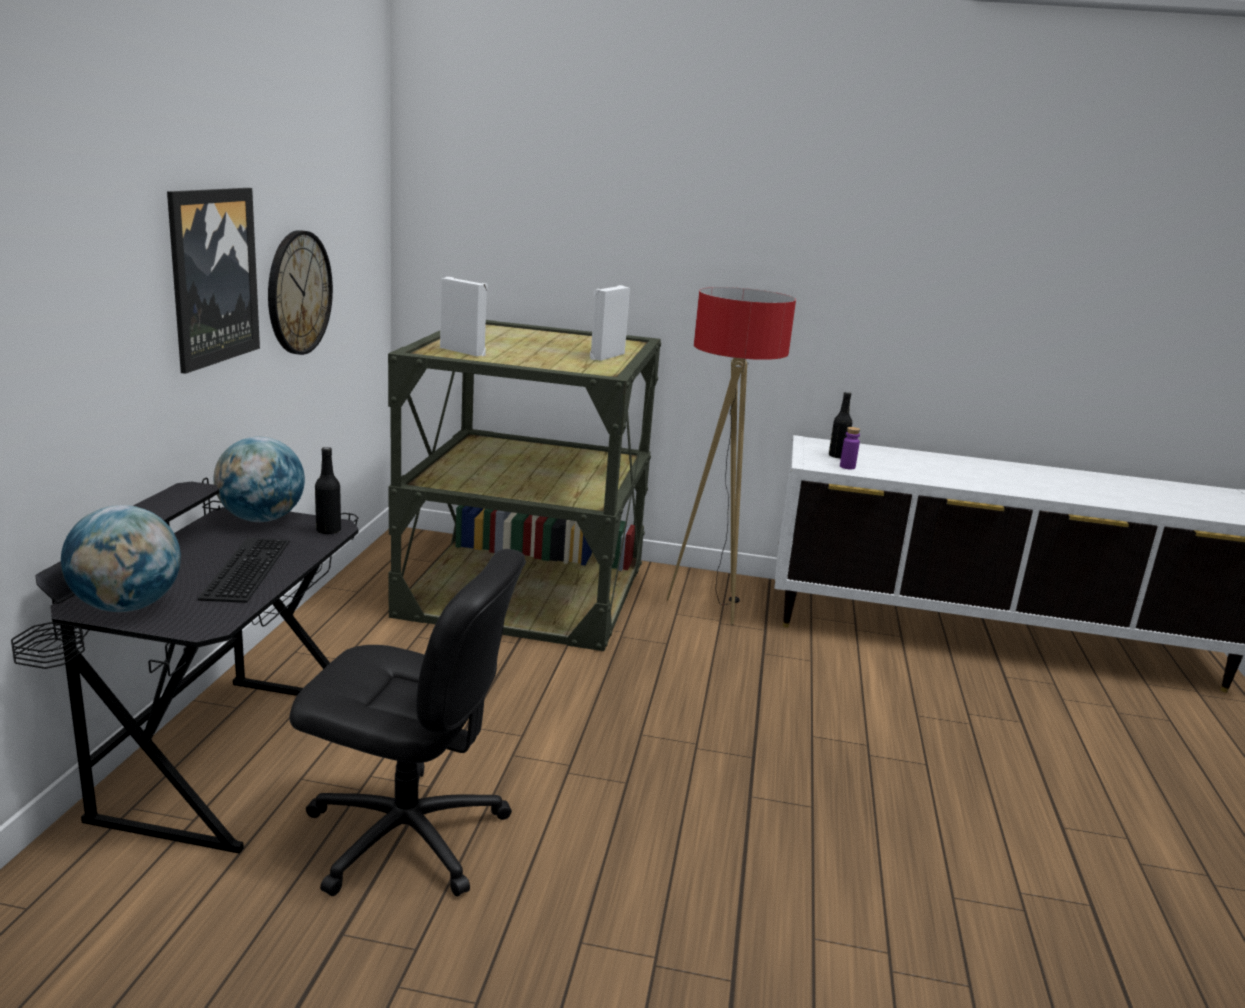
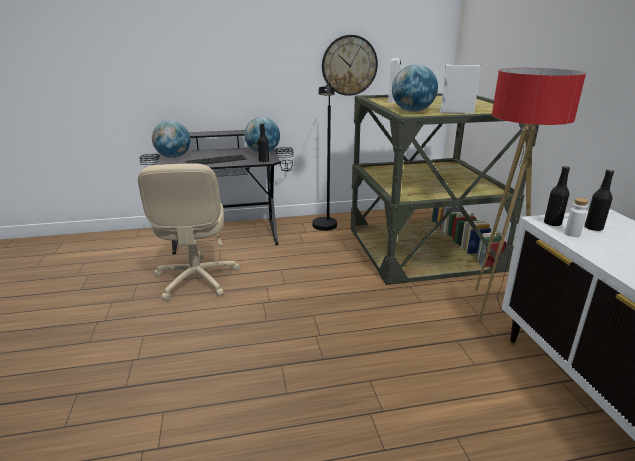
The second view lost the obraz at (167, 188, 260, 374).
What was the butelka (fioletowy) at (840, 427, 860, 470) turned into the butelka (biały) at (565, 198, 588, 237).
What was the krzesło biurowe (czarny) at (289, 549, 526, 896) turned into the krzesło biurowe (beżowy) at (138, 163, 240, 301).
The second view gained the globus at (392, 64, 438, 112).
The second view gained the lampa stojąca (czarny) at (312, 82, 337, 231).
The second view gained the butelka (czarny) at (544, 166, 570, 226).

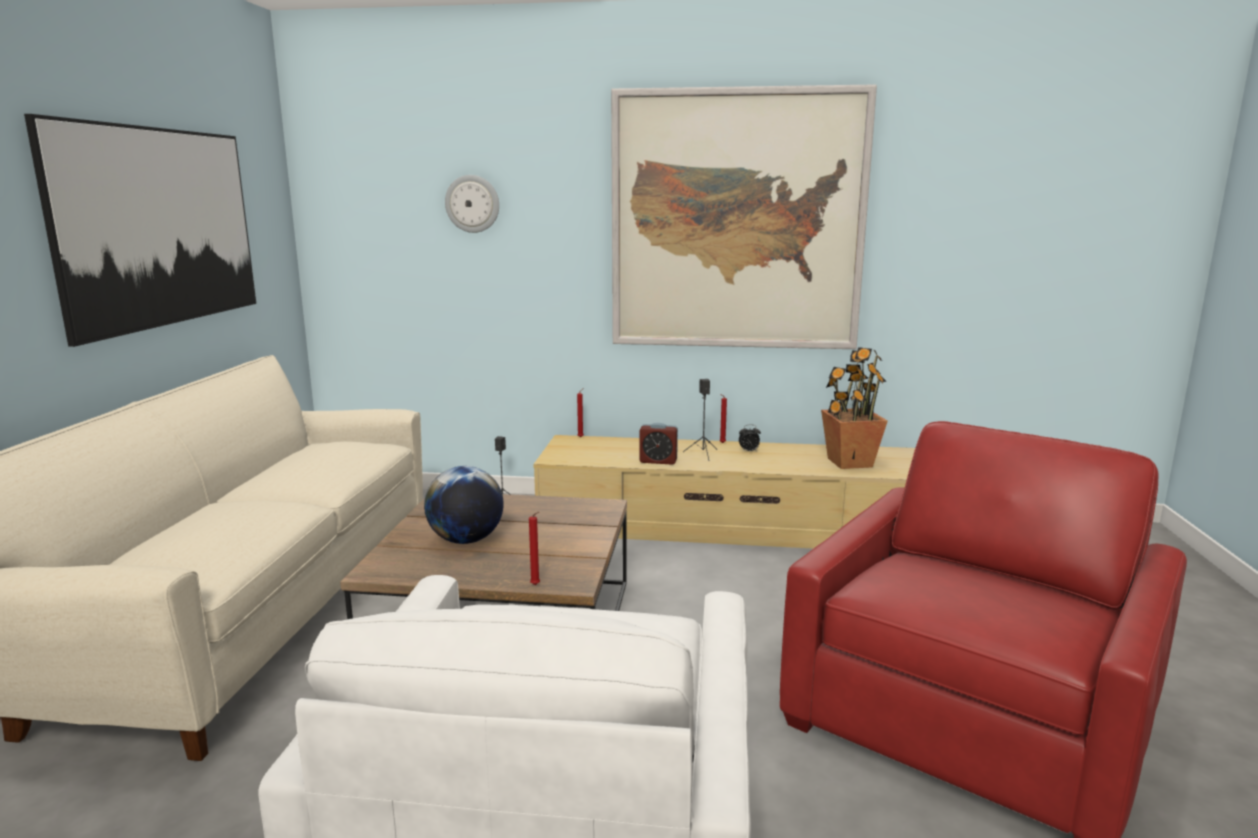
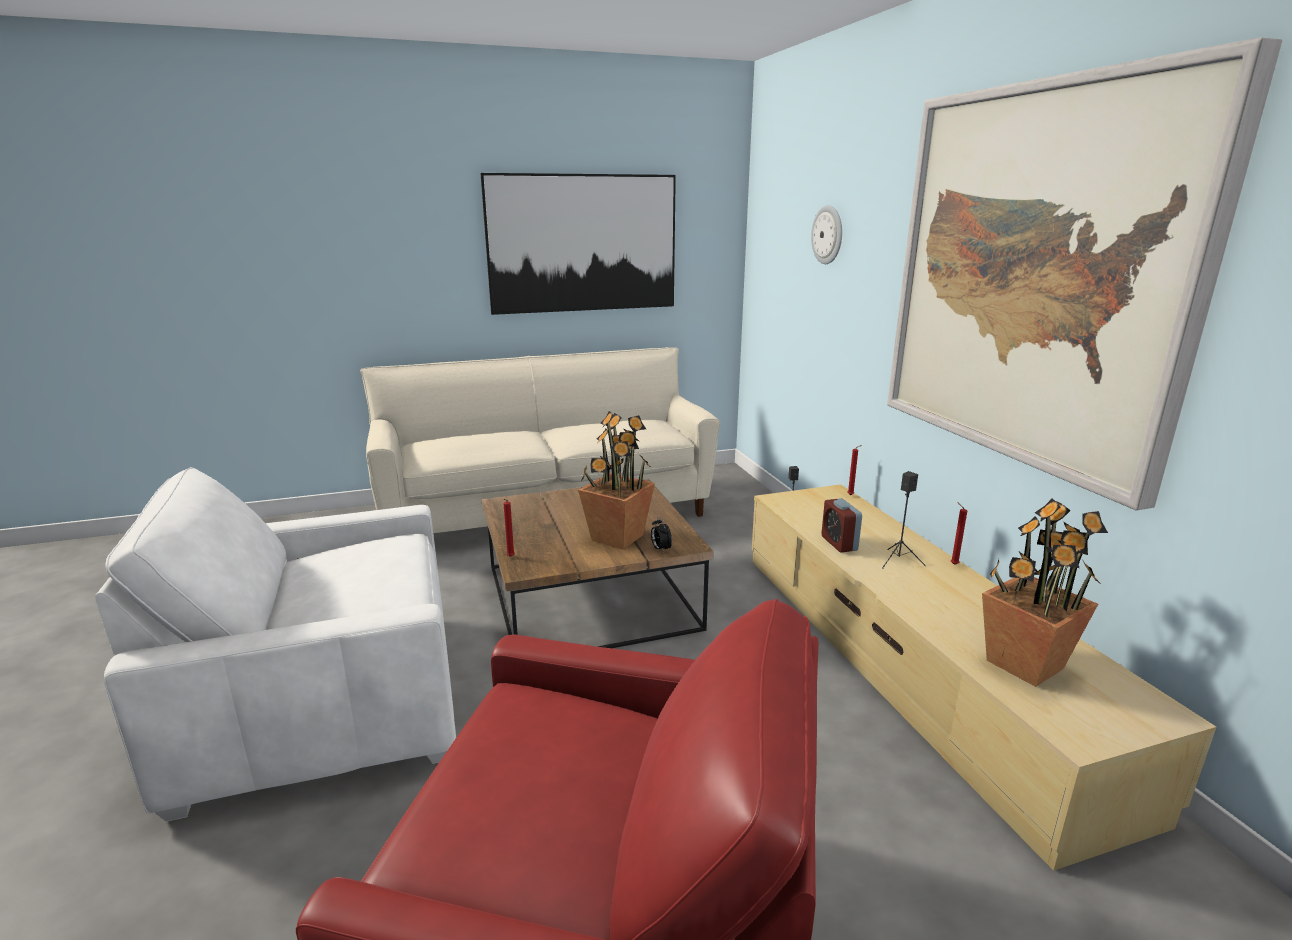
The budzik ended up elsewhere, having gone from (739, 425, 761, 452) to (651, 517, 672, 553).
The second view lost the globus at (424, 466, 503, 544).
The second view gained the roślina doniczkowa at (578, 411, 655, 550).

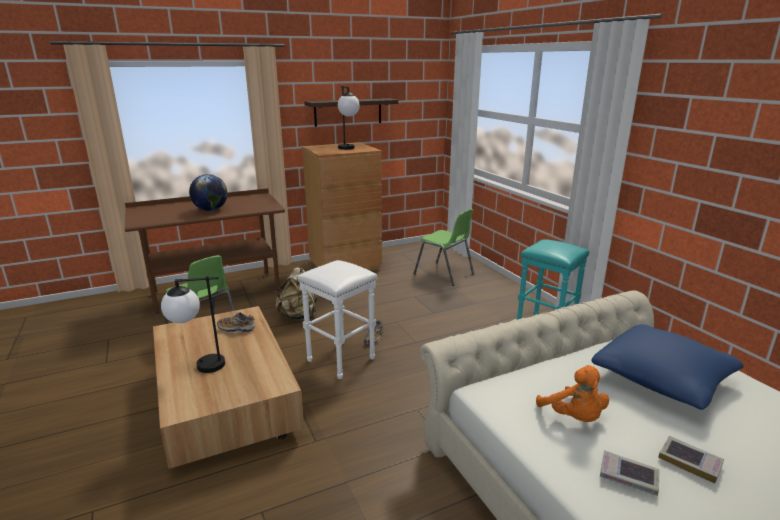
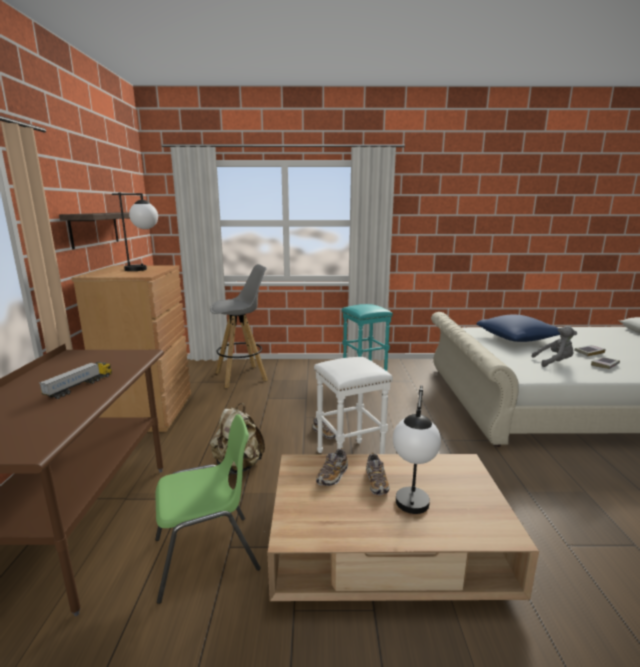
Where the globus stood at (189, 174, 228, 211), the ciężarówka zabawkowa came to stand at (39, 362, 112, 399).
Where the krzesło (zielony) stood at (414, 209, 474, 286), the stołek (szary) came to stand at (210, 264, 268, 388).
What was the pluszak (pomarańczowy) at (536, 365, 609, 422) turned into the pluszak (szary) at (532, 326, 577, 367).
The second view gained the but at (366, 453, 390, 495).

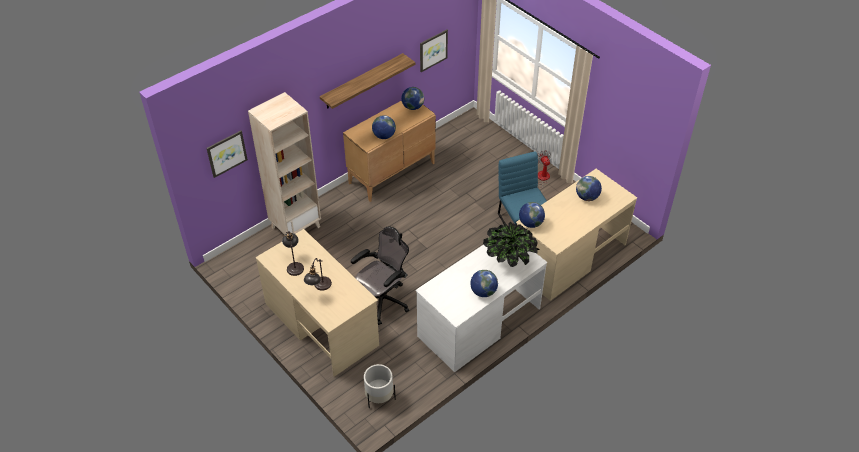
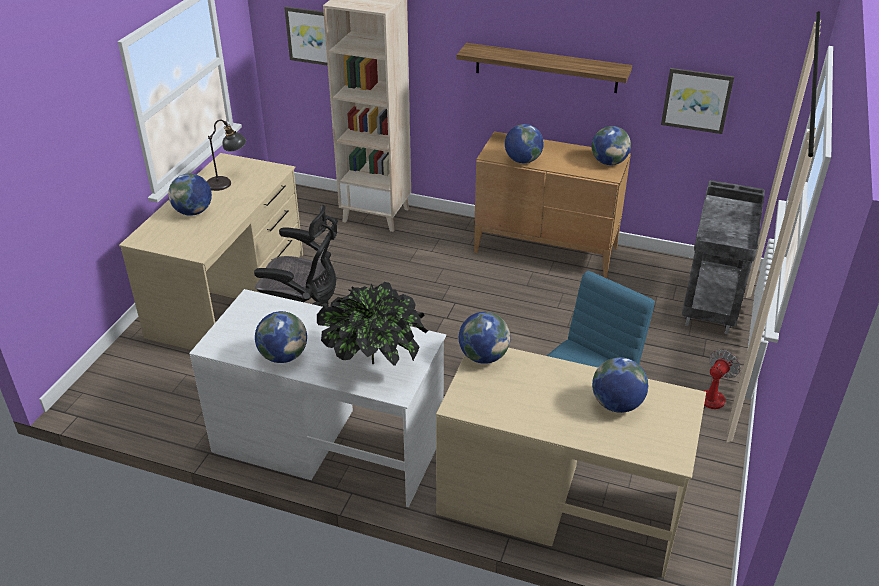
Where the lampa stołowa (szary) stood at (304, 258, 332, 291), the globus came to stand at (168, 174, 212, 216).
The second view lost the donica (biały) at (364, 364, 396, 408).
The second view gained the wózek (szary) at (682, 180, 765, 334).

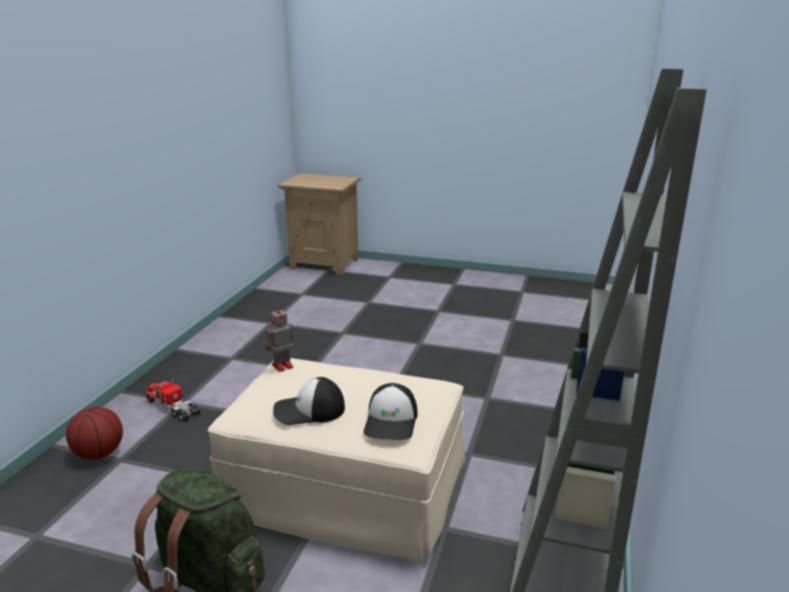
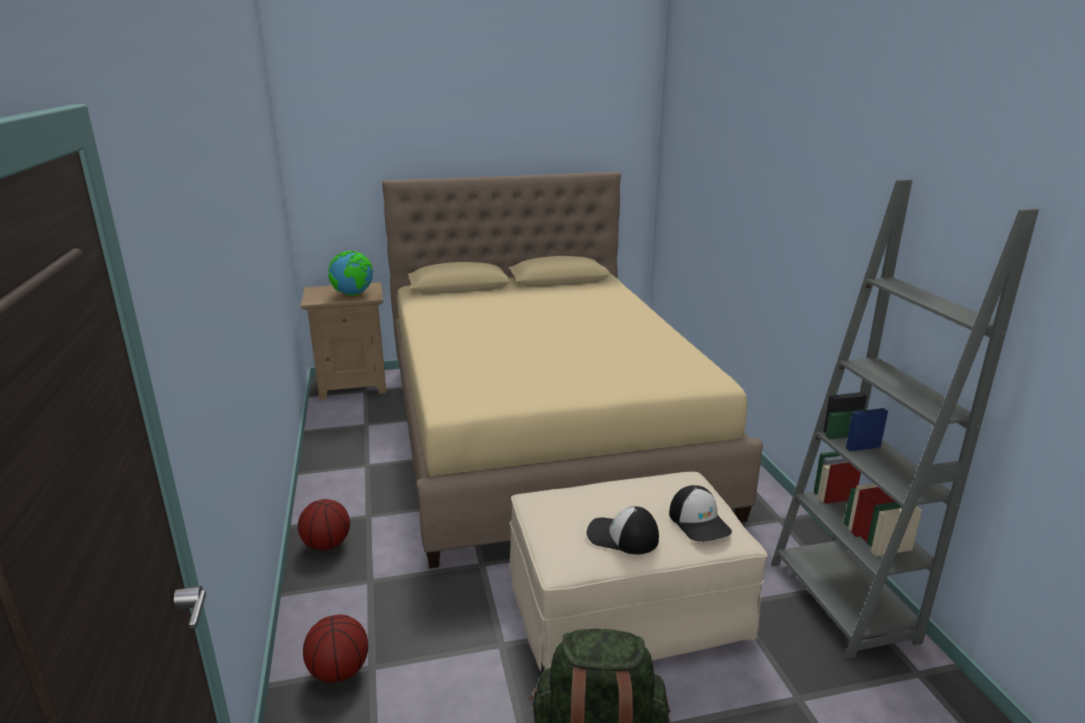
The second view lost the robot zabawkowy at (265, 305, 293, 372).
The czapka z daszkiem at (273, 377, 345, 425) ended up facing another way, 60 degrees clockwise from before.
The second view lost the ciężarówka zabawkowa at (145, 378, 201, 422).
The second view gained the łóżko (beżowy) at (382, 172, 763, 568).
The second view gained the globus at (328, 251, 373, 296).
The second view gained the piłka do koszykówki at (298, 499, 350, 551).

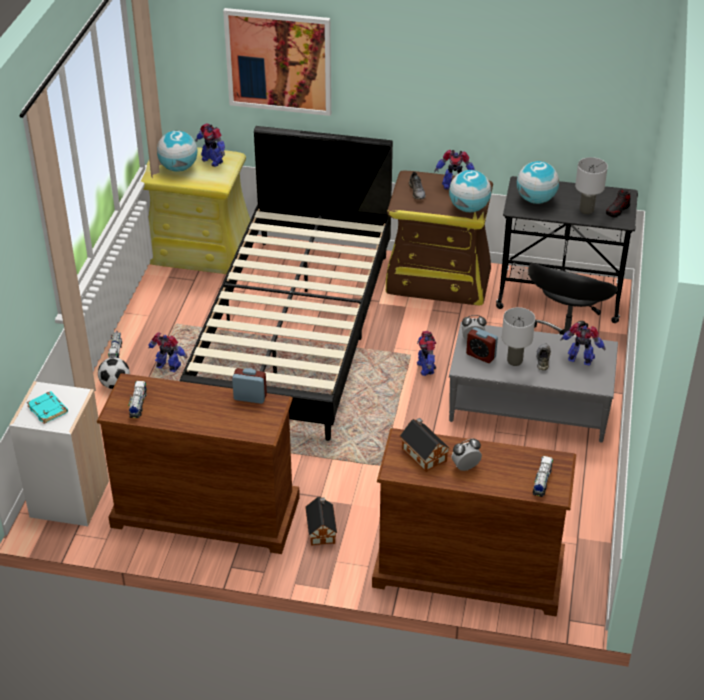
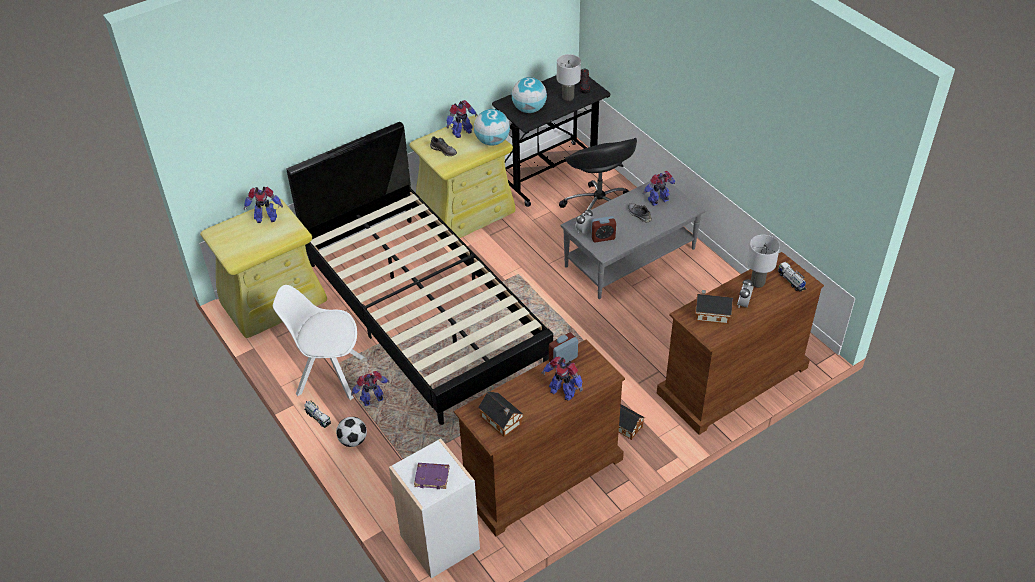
The second view lost the obraz at (223, 8, 331, 116).
The second view lost the globus at (157, 131, 198, 172).
What was the szafka nocna (brązowy) at (386, 171, 493, 305) turned into the szafka nocna (żółty) at (409, 115, 516, 240).
The lampa stołowa (biały) ended up elsewhere, having gone from (502, 307, 535, 366) to (747, 235, 780, 288).
The robot zabawkowy ended up elsewhere, having gone from (417, 331, 436, 376) to (541, 356, 583, 401).
Where the ciężarówka zabawkowa stood at (129, 381, 147, 418), the domek came to stand at (478, 392, 524, 437).
What was the książka (turkusowy) at (27, 391, 68, 424) turned into the książka (fioletowy) at (414, 463, 449, 489).
The second view gained the krzesło (biały) at (273, 285, 365, 400).

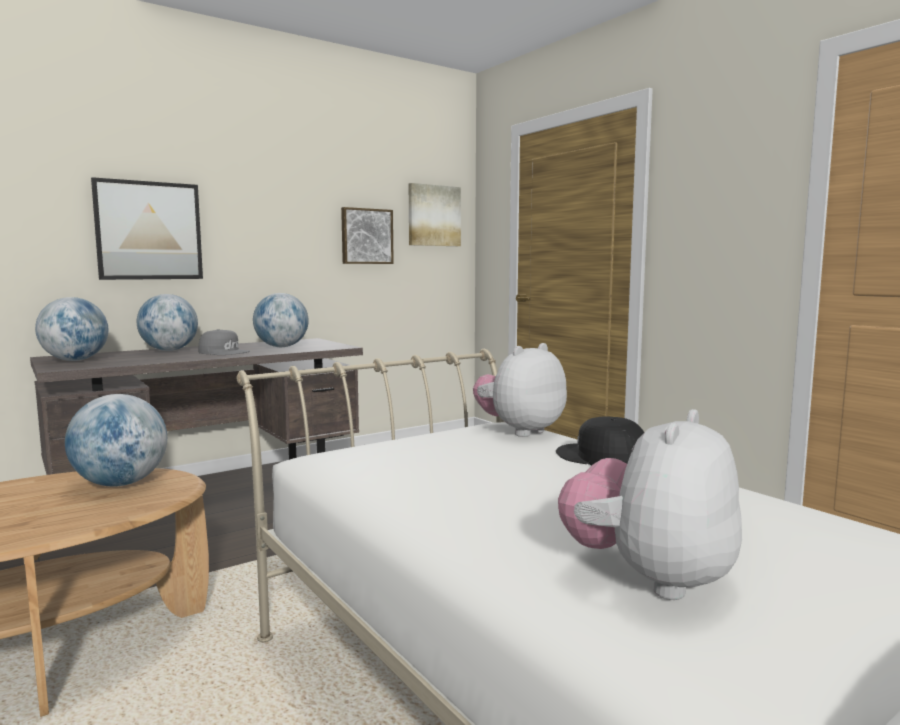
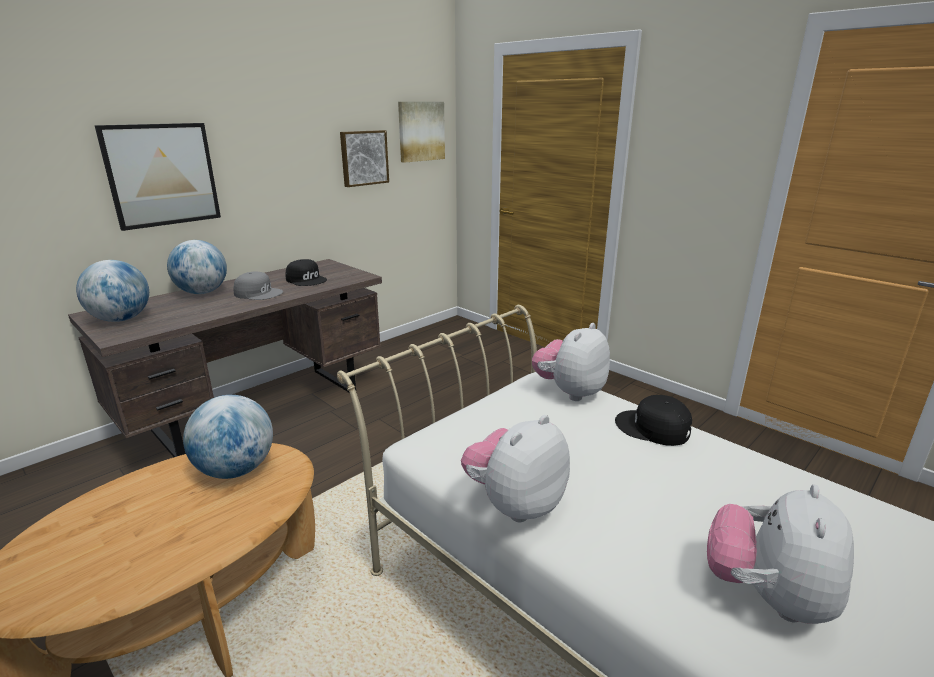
Where the globus stood at (253, 293, 309, 347), the czapka z daszkiem (czarny) came to stand at (285, 259, 327, 286).
The second view gained the pluszak at (461, 415, 570, 522).

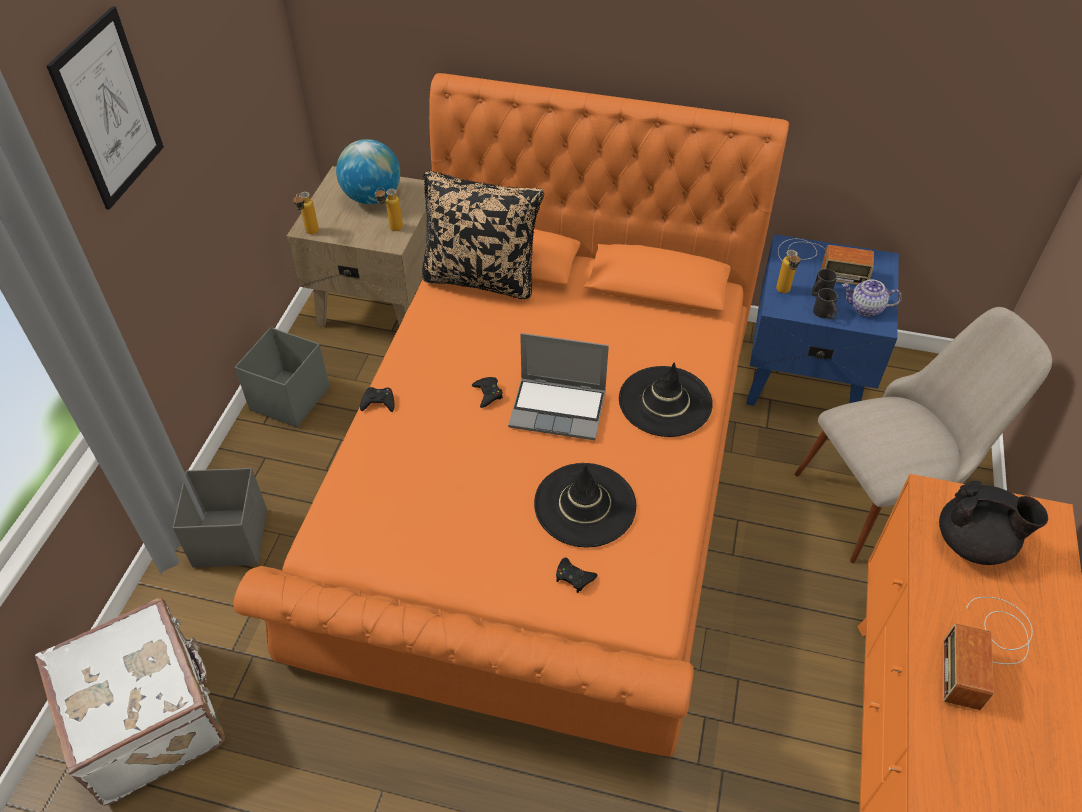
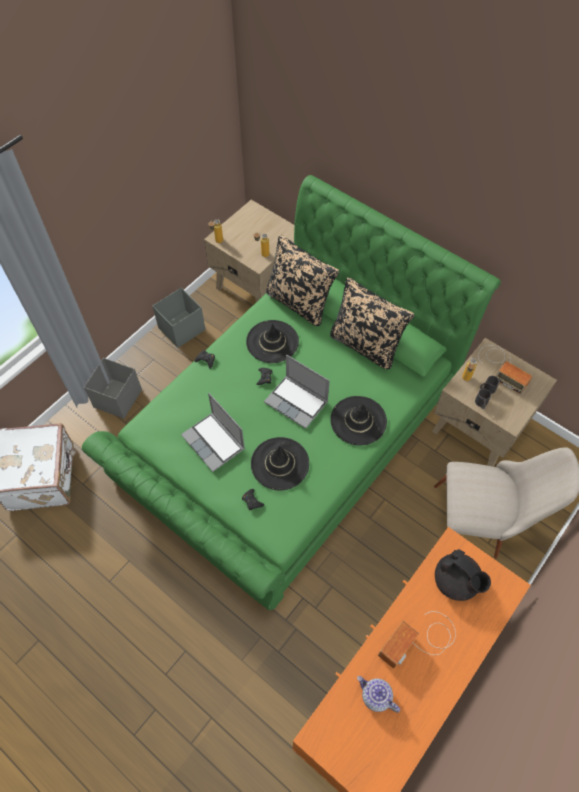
The second view lost the obraz at (47, 6, 164, 210).
What was the łóżko (pomarańczowy) at (233, 73, 789, 757) turned into the łóżko (zielony) at (82, 175, 501, 610).
The second view lost the globus at (336, 139, 400, 204).
What was the szafka nocna (niebieski) at (746, 234, 899, 406) turned into the szafka nocna (beżowy) at (432, 338, 557, 467).
The imbryk ended up elsewhere, having gone from (842, 279, 902, 316) to (357, 676, 400, 713).
The second view gained the poduszka (czarny) at (330, 277, 414, 369).
The second view gained the kapelusz (czarny) at (246, 320, 299, 363).
The second view gained the laptop at (181, 393, 245, 472).

